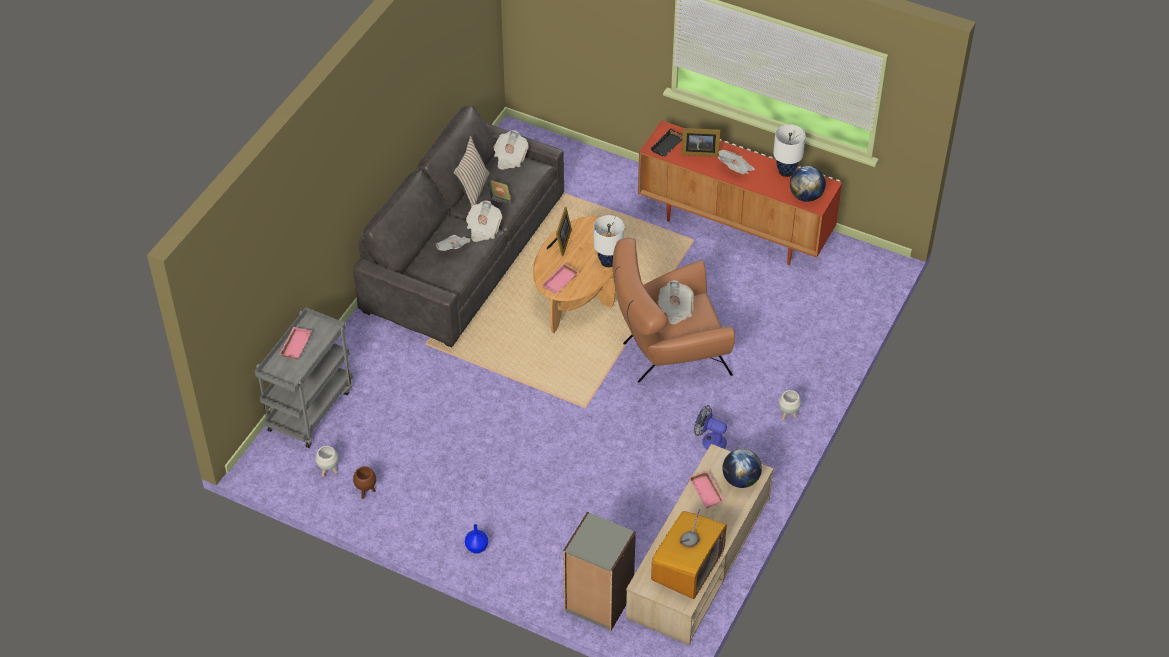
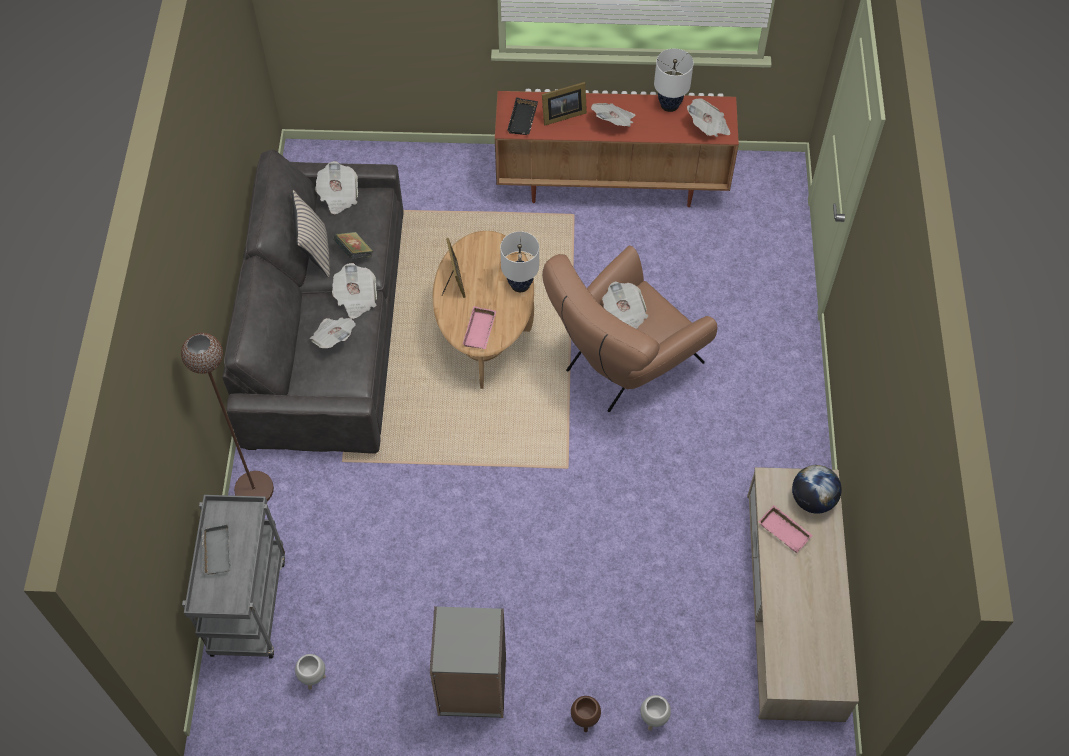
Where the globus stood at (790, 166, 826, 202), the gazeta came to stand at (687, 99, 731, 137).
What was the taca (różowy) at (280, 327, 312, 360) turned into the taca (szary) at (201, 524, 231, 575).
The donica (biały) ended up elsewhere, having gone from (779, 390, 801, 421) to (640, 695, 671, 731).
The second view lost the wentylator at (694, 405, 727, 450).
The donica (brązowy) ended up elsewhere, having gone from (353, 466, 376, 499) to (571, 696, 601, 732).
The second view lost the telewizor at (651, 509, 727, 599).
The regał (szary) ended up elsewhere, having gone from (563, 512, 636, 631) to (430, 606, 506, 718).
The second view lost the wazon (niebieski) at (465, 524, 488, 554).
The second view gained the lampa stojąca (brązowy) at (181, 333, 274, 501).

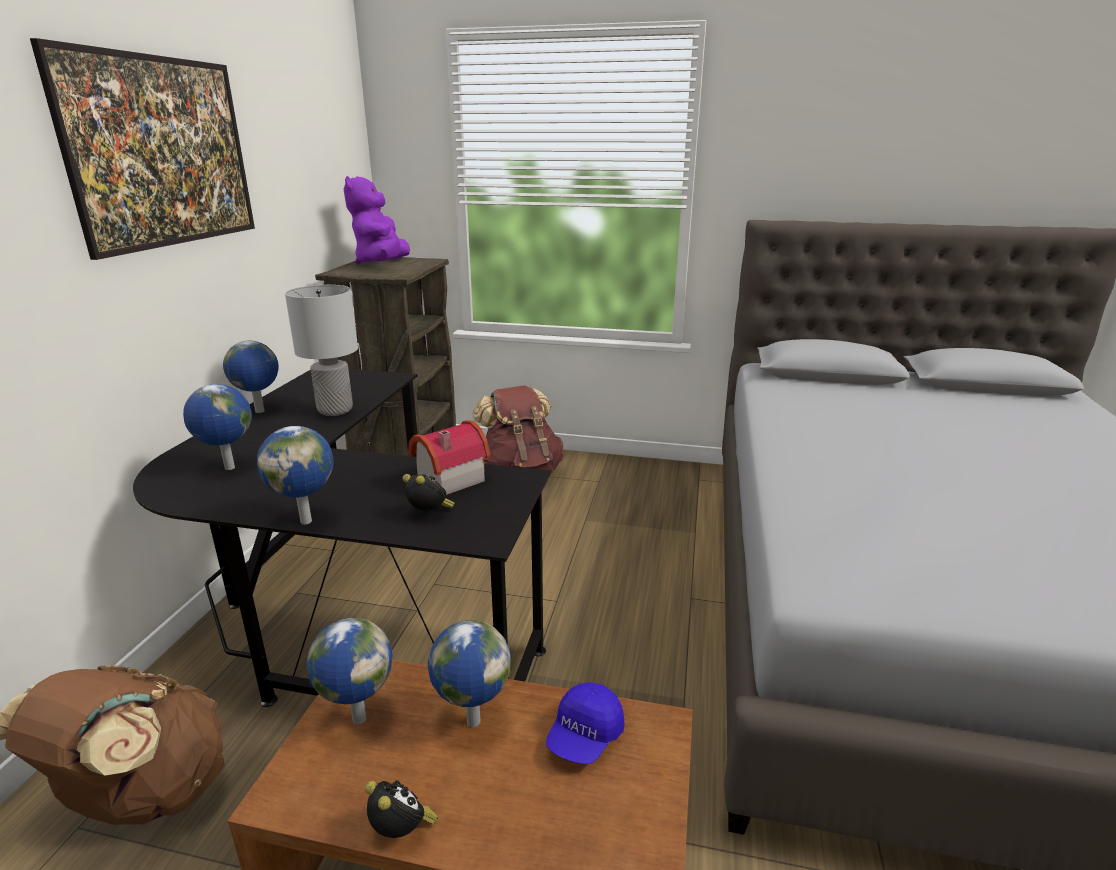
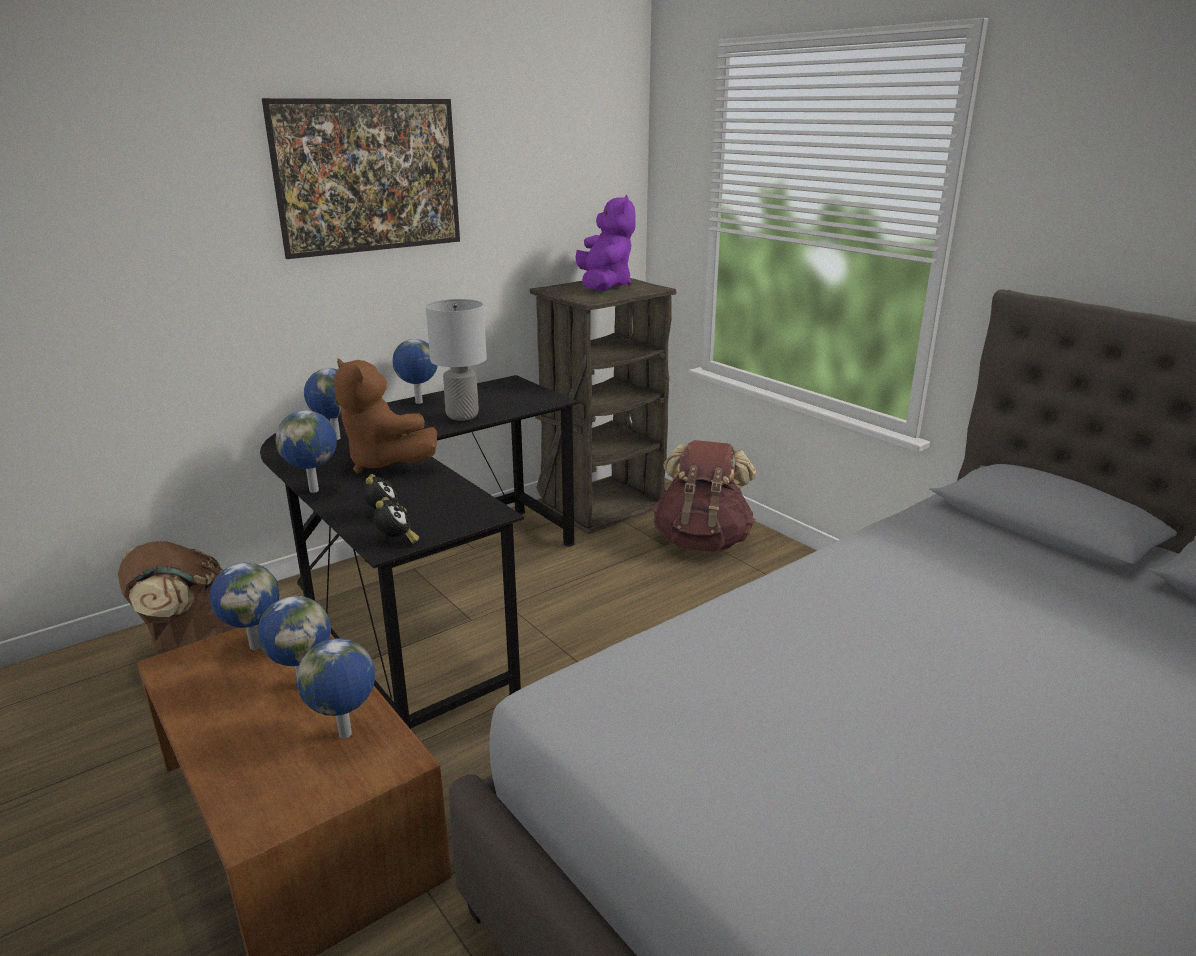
The pluszak (fioletowy) at (344, 176, 410, 265) ended up facing another way, 135 degrees clockwise from before.
The second view lost the domek at (408, 420, 491, 495).
Where the czapka z daszkiem (niebieski) stood at (546, 682, 624, 764), the globus came to stand at (296, 638, 375, 738).
The budzik ended up elsewhere, having gone from (365, 780, 438, 838) to (374, 497, 419, 544).
The second view gained the pluszak (brązowy) at (334, 359, 437, 473).

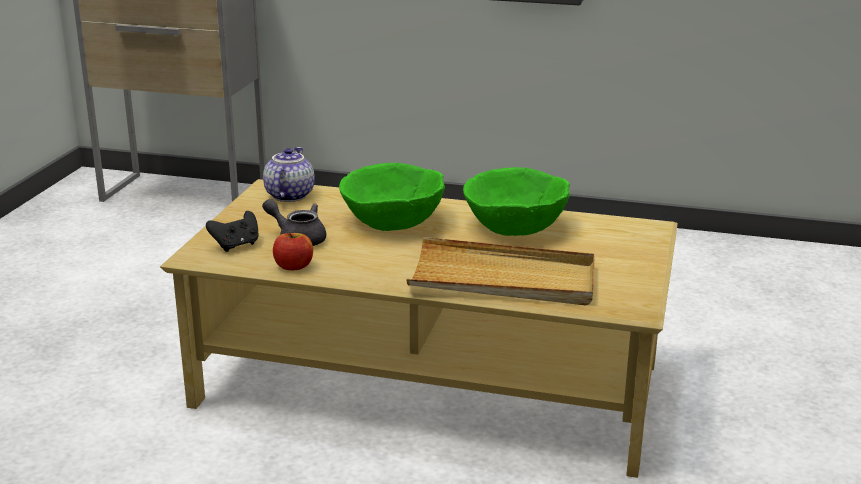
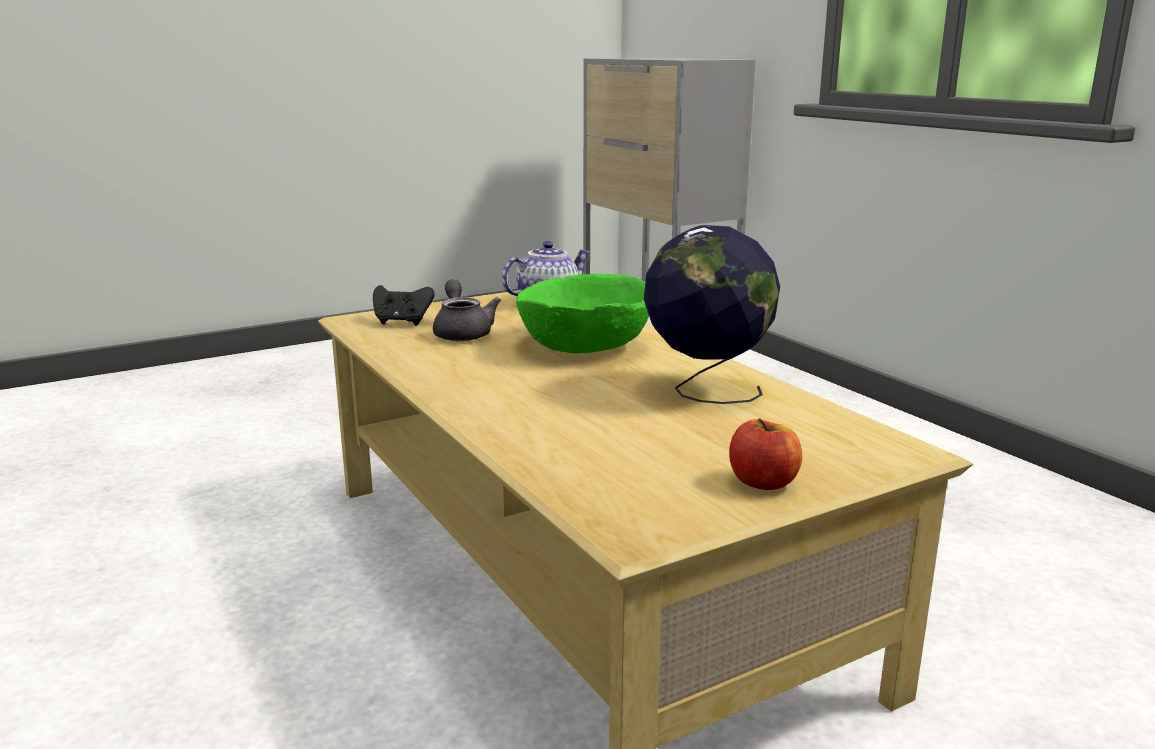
Where the miska (zielony) stood at (463, 167, 570, 236), the globus came to stand at (644, 225, 780, 404).
The jabłko ended up elsewhere, having gone from (273, 233, 313, 270) to (729, 418, 802, 490).
The second view lost the taca (beżowy) at (406, 237, 595, 305).

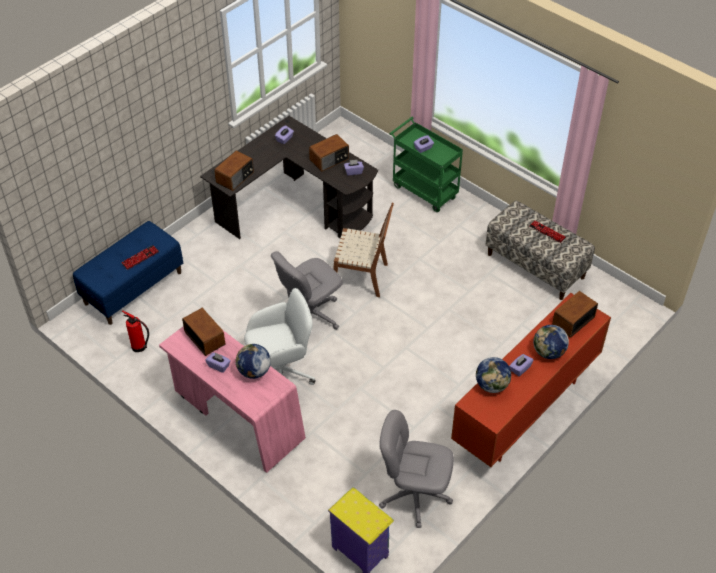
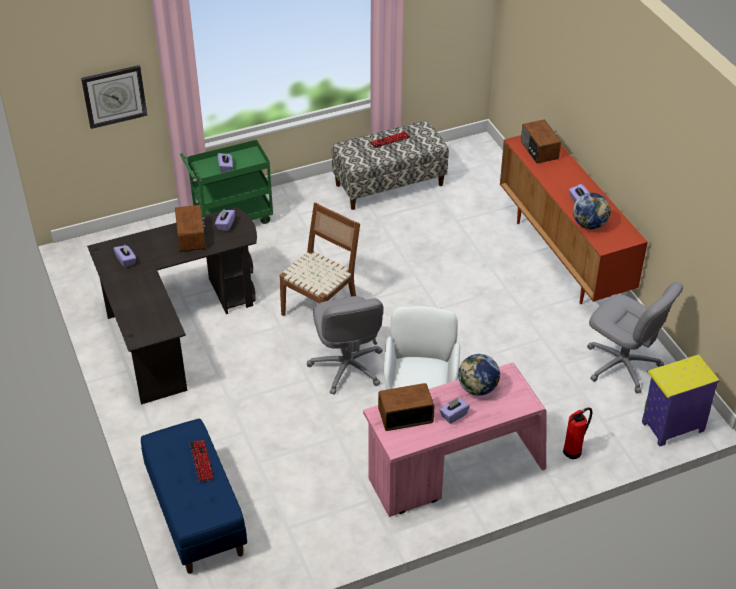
The second view lost the radio at (214, 151, 254, 191).
The gaśnica ended up elsewhere, having gone from (122, 311, 149, 352) to (563, 407, 593, 459).
The second view lost the globus at (533, 325, 569, 359).
The krzesło biurowe (szary) at (379, 410, 454, 528) ended up facing another way, 90 degrees counterclockwise from before.
The second view gained the zegar ścienny at (81, 65, 147, 129).

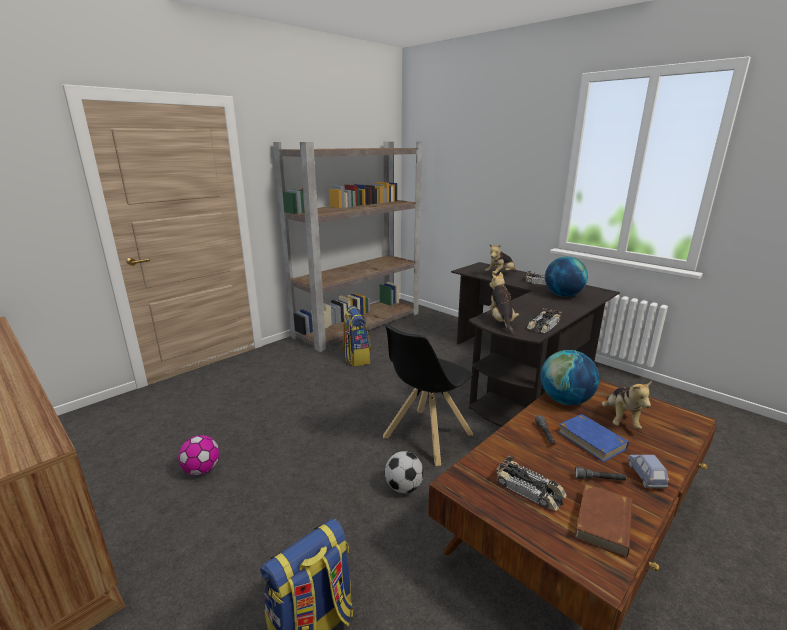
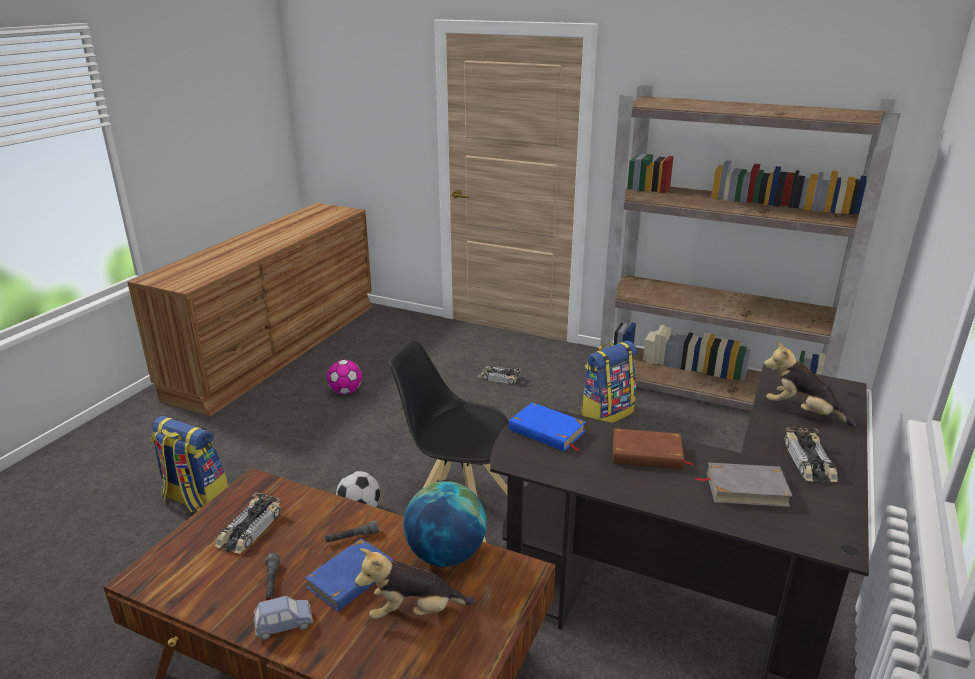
Where the globus stood at (545, 256, 588, 297), the książka (szary) came to stand at (695, 463, 793, 507).
Where the pluszak stood at (489, 272, 519, 335), the książka (niebieski) came to stand at (509, 402, 586, 451).
The samochodzik ended up elsewhere, having gone from (527, 308, 562, 333) to (478, 366, 521, 384).
The książka (brązowy) ended up elsewhere, having gone from (574, 483, 632, 558) to (613, 428, 694, 469).

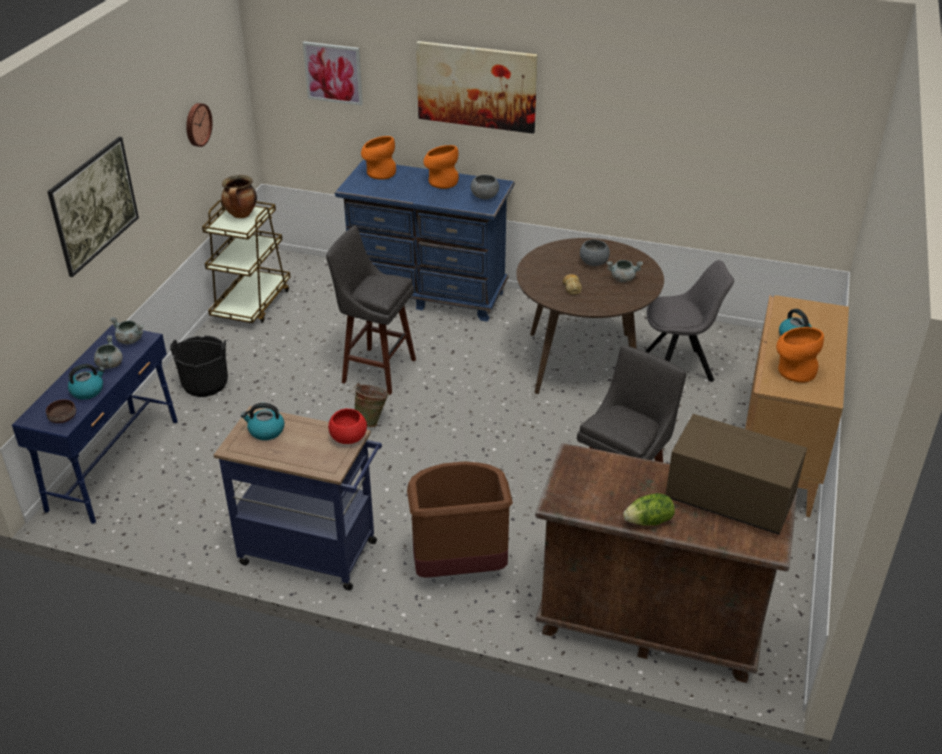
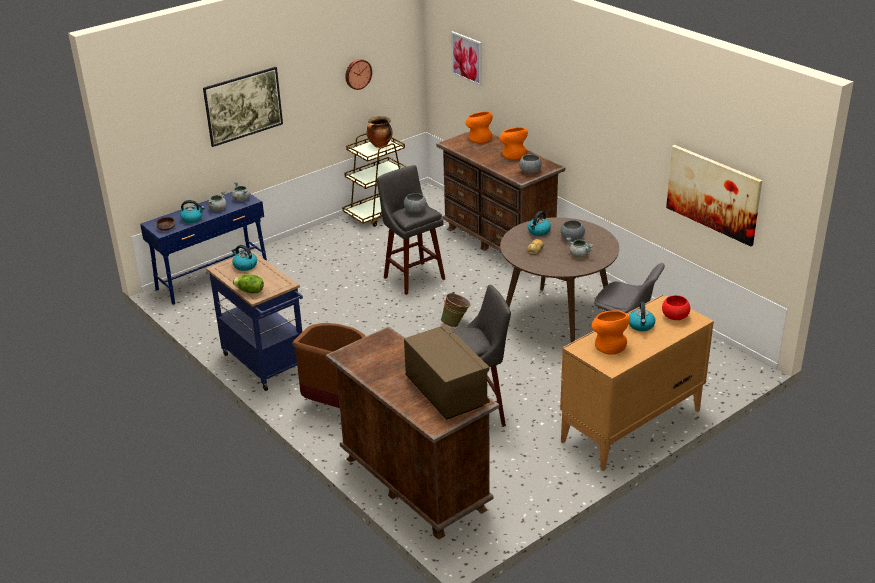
The obraz ended up elsewhere, having gone from (416, 41, 538, 134) to (666, 145, 762, 247).
What was the komoda (niebieski) at (335, 160, 515, 322) turned into the komoda (brązowy) at (436, 131, 566, 272).
The second view lost the wiadro (czarny) at (170, 335, 228, 397).
The wiadro (zielony) ended up elsewhere, having gone from (352, 383, 389, 427) to (441, 292, 471, 327).
The miska (czerwony) ended up elsewhere, having gone from (328, 409, 367, 444) to (662, 295, 690, 320).
The sałata ended up elsewhere, having gone from (623, 493, 675, 526) to (233, 274, 264, 293).
The second view gained the miska (szary) at (404, 193, 427, 213).
The second view gained the czajnik at (528, 211, 551, 236).

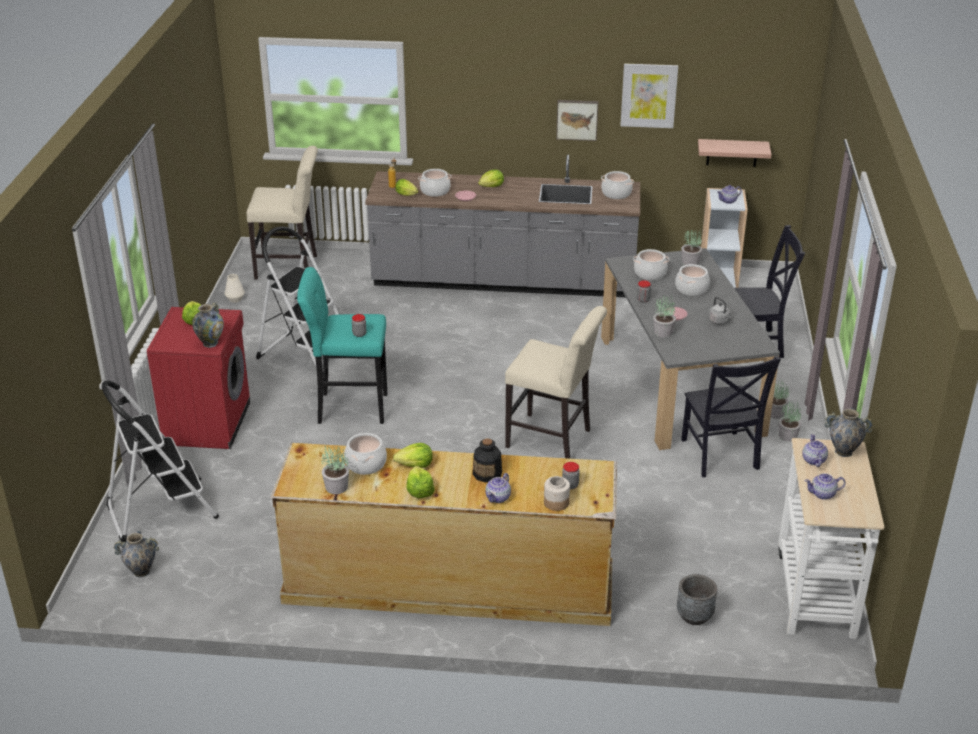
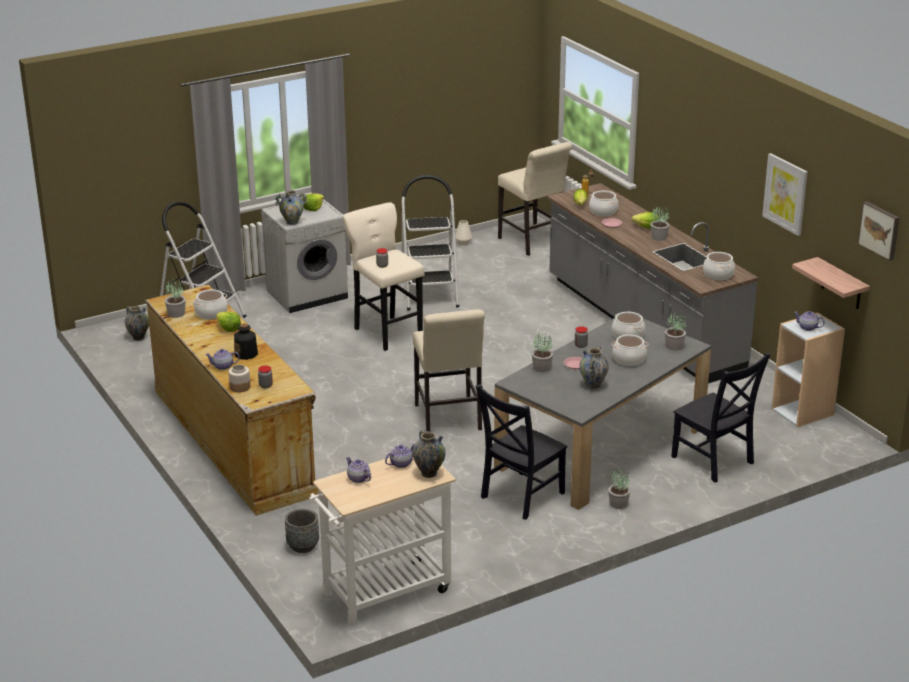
The obraz ended up elsewhere, having gone from (556, 100, 598, 141) to (858, 201, 900, 261).
What was the stołek (turkusowy) at (297, 267, 387, 424) turned into the stołek (beżowy) at (343, 202, 425, 351).
Where the czajnik (szary) stood at (708, 297, 731, 325), the wazon came to stand at (579, 346, 609, 389).
What was the pralka (czerwony) at (147, 307, 250, 449) turned into the pralka (biały) at (261, 200, 348, 313).
The roślina doniczkowa ended up elsewhere, having gone from (779, 401, 801, 442) to (650, 205, 669, 241).
The second view lost the sałata at (406, 466, 435, 498).

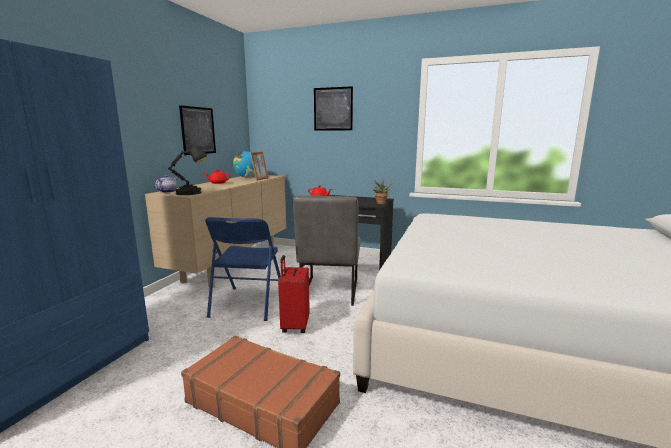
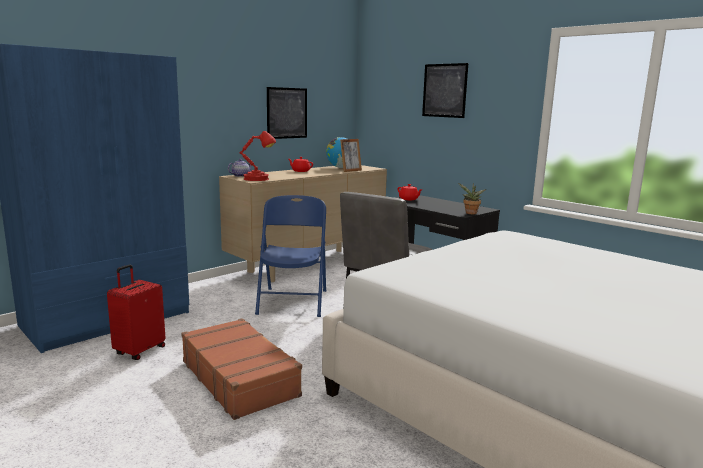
What was the lampa stołowa (czarny) at (168, 146, 207, 195) turned into the lampa stołowa (czerwony) at (240, 131, 276, 181).
The krzesło (niebieski) at (205, 217, 281, 321) ended up facing another way, 150 degrees clockwise from before.
The walizka (czerwony) ended up elsewhere, having gone from (278, 255, 310, 333) to (107, 264, 165, 360).

